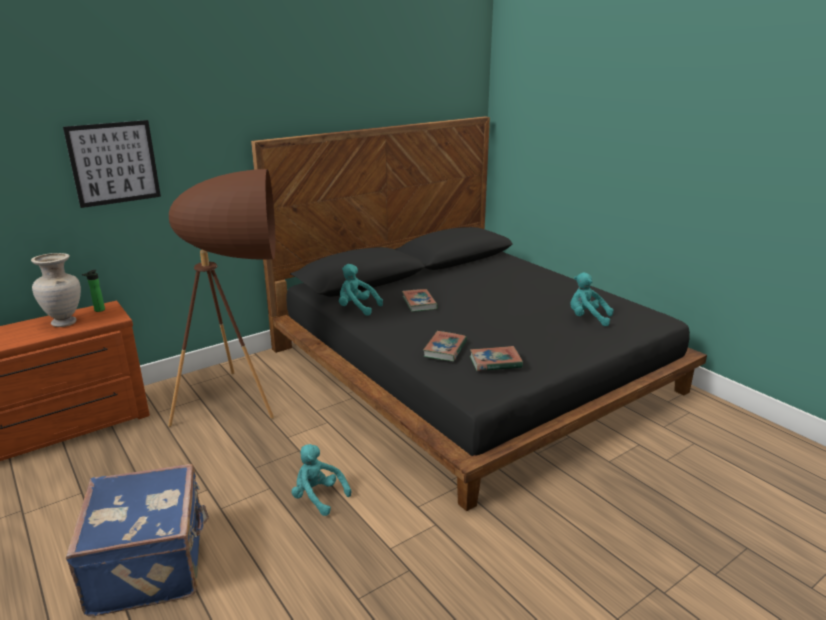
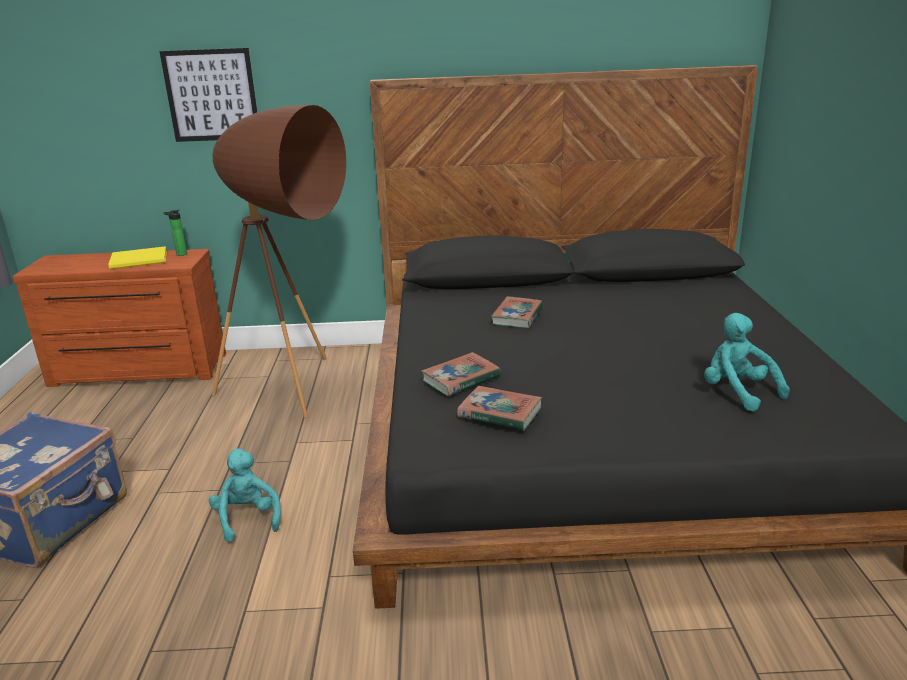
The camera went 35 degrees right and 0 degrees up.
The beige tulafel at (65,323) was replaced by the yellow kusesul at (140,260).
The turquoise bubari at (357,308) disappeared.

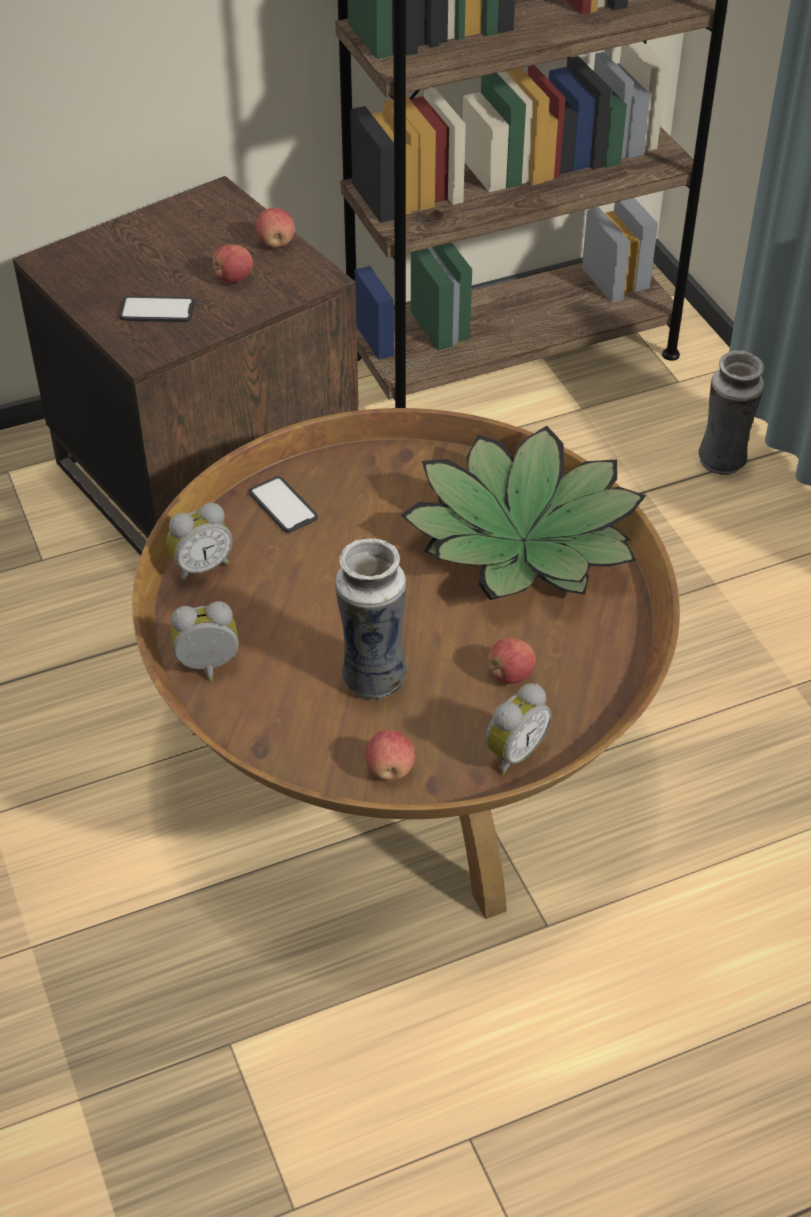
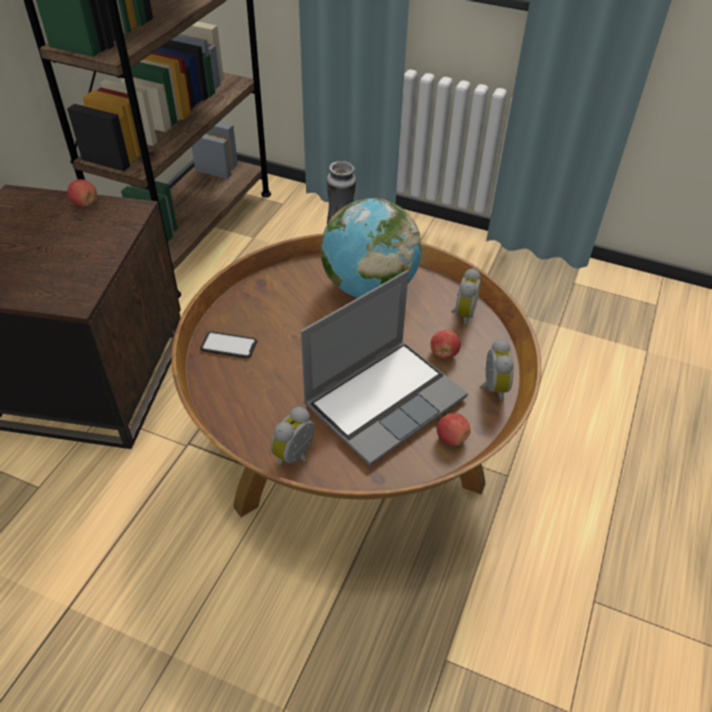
The camera went 45 degrees left and 0 degrees up.
The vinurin at (157,310) disappeared.
The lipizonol moved from (201,566) to (462,314).
The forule at (233,278) disappeared.
The tulafel at (373,677) was replaced by the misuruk at (385,399).
The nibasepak at (524,540) was replaced by the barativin at (369,288).

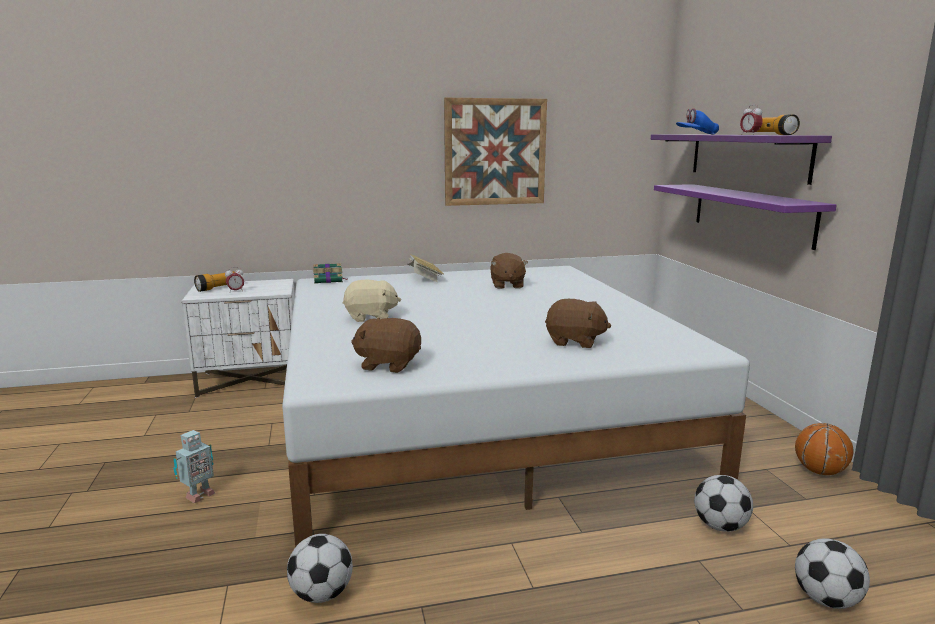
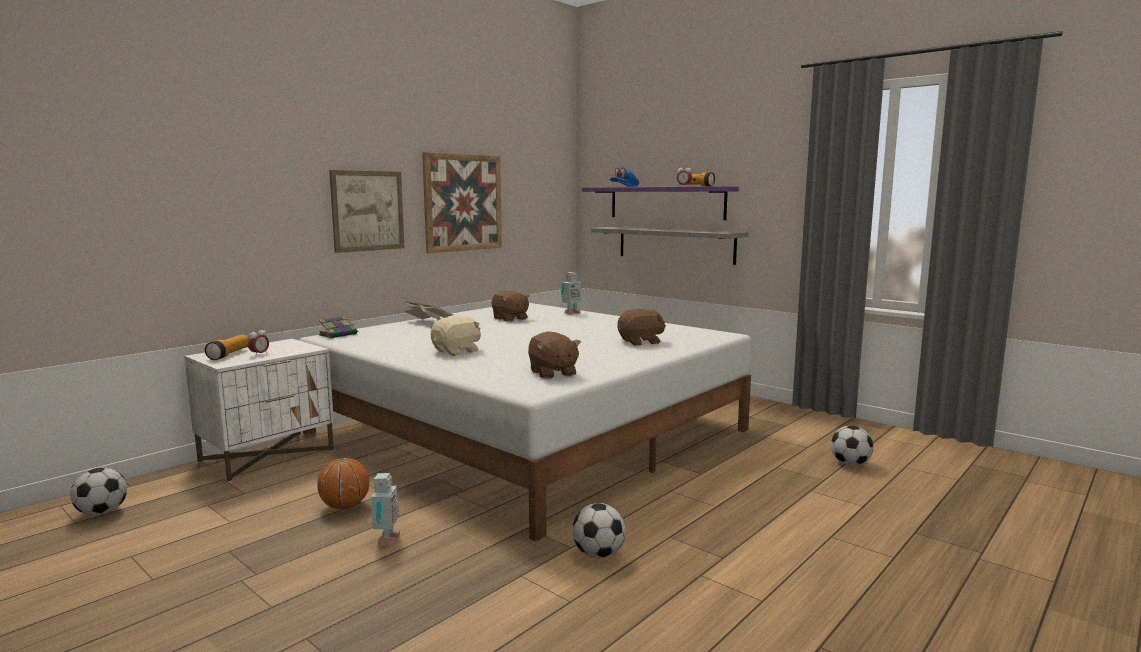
The camera went 35 degrees left and 5 degrees down.
The brown bubari at (388,364) turned 90 degrees counterclockwise.
The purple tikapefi at (751,213) became the grey tikapefi at (675,244).
The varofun moved from (720,526) to (102,513).
The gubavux moved from (819,471) to (345,507).
The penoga at (368,211) appeared.
The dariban at (571,313) appeared.

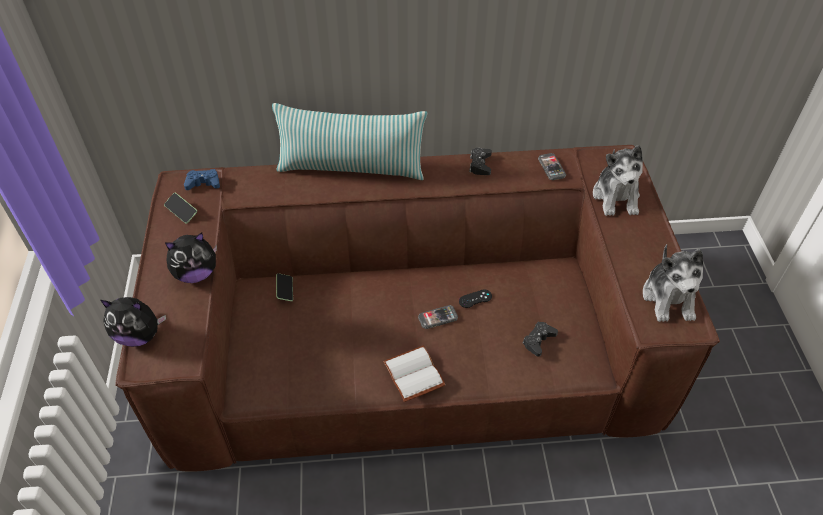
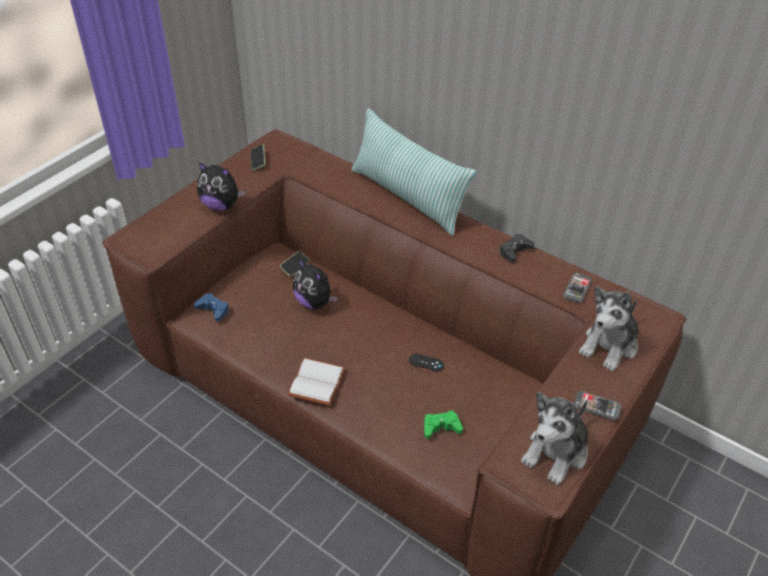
The camera went 40 degrees right and 5 degrees down.
The bubari moved from (139,335) to (314,302).
The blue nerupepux moved from (203,183) to (213,310).
The vinurin moved from (438,318) to (597,406).
The black nerupepux at (538,340) became the green nerupepux at (441,427).

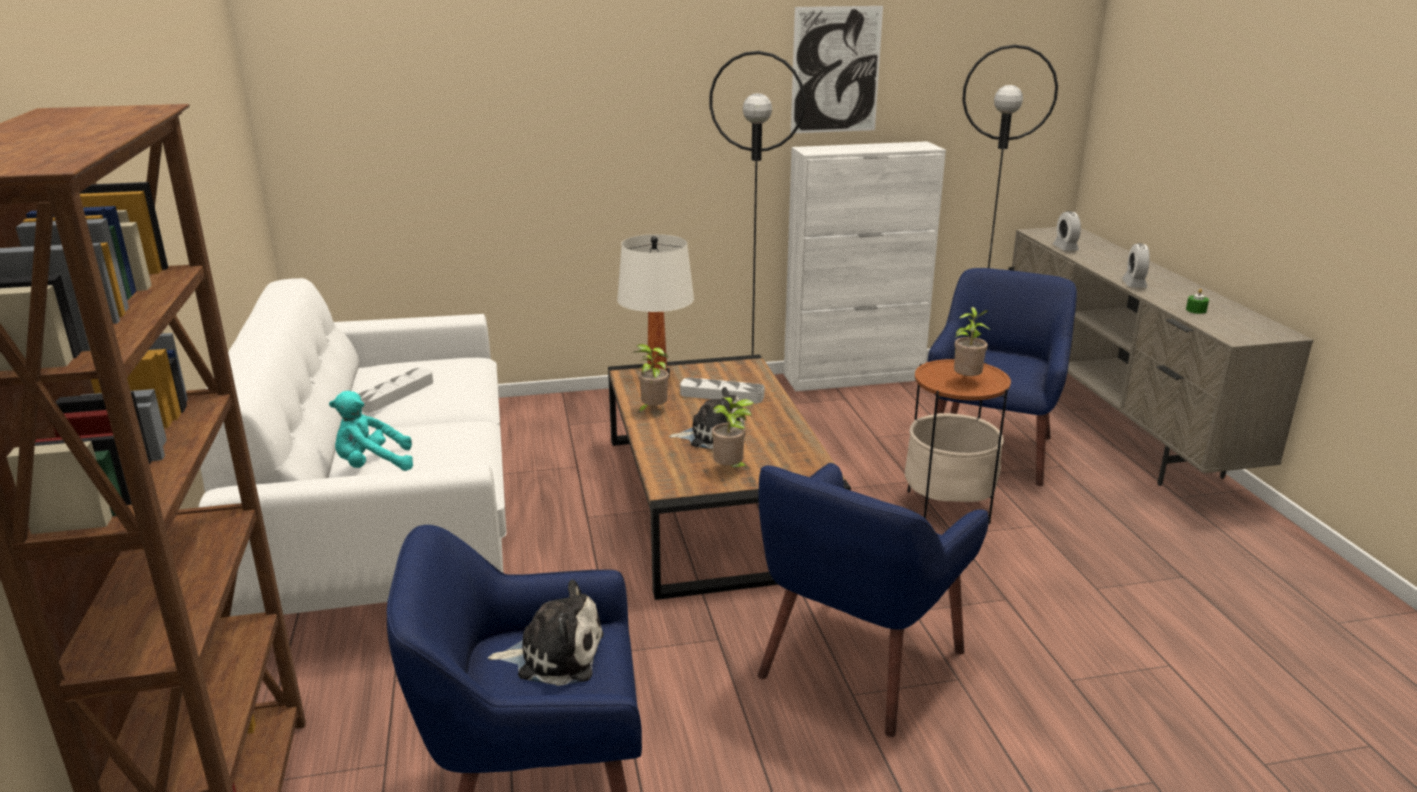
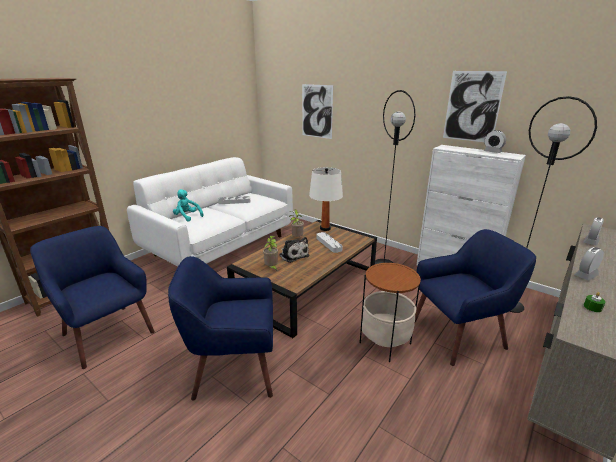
The camera went 50 degrees right and 0 degrees up.
The bubari at (555,655) disappeared.
The nibasepak at (967,380) disappeared.
The penoga at (317,111) appeared.
The lipizonol at (492,152) appeared.

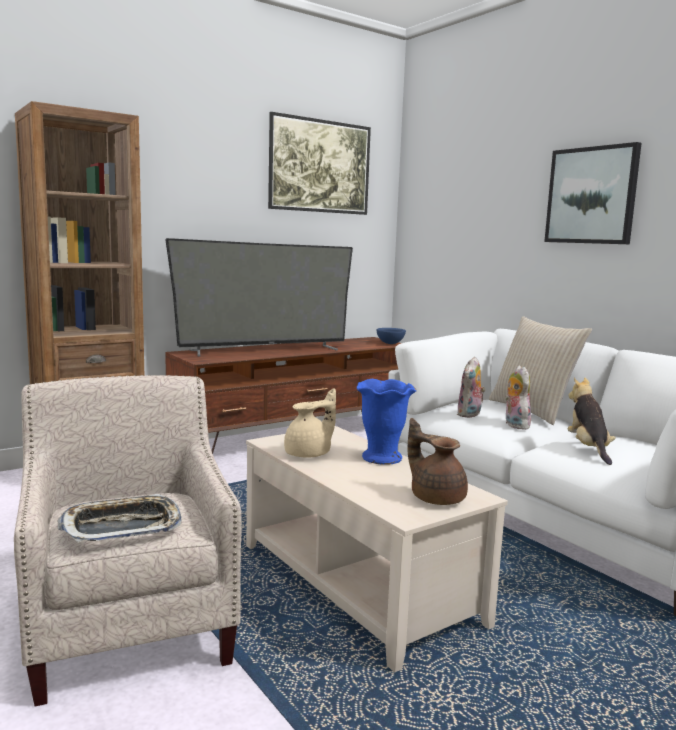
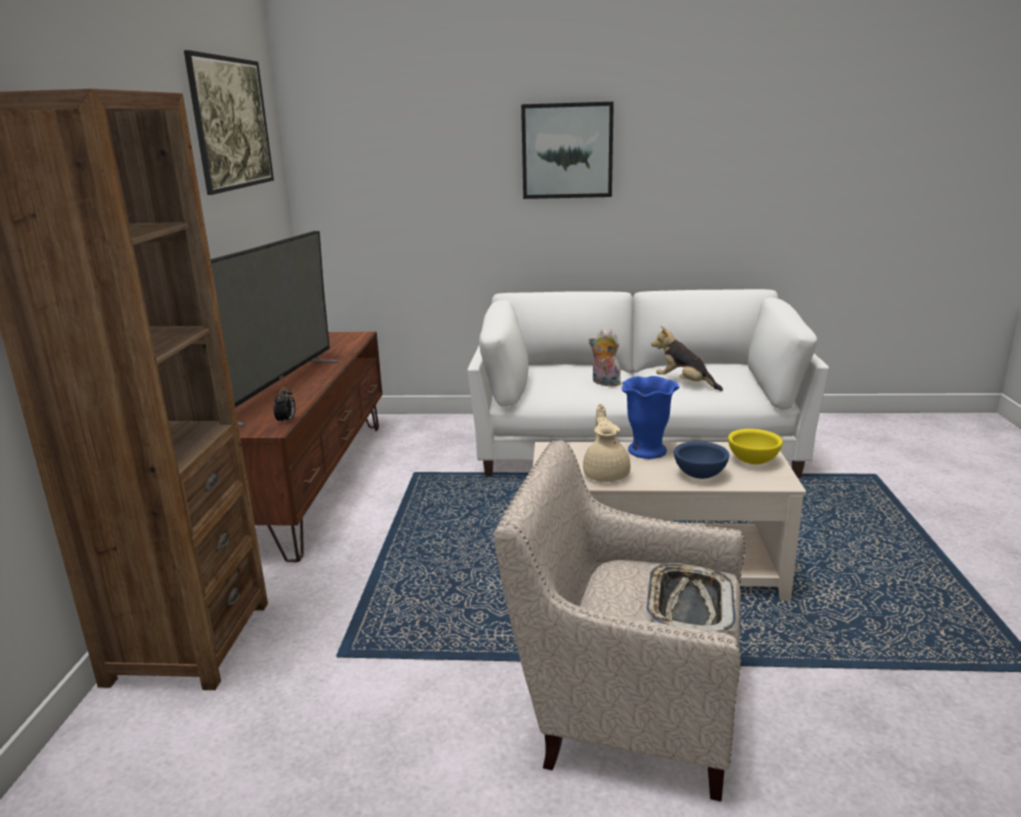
The camera went 50 degrees left and 10 degrees up.
The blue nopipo moved from (390,343) to (699,475).
The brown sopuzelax at (436,497) was replaced by the yellow nopipo at (752,461).
The bubari at (470,415) disappeared.
The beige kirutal at (532,411) disappeared.
The lipizonol at (286,421) appeared.

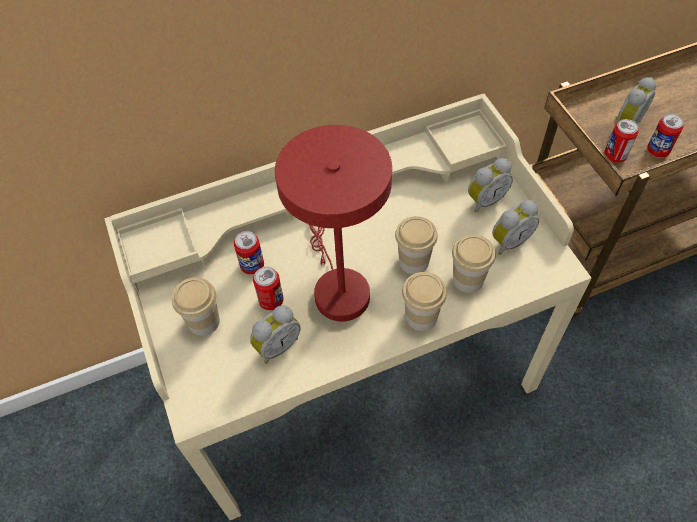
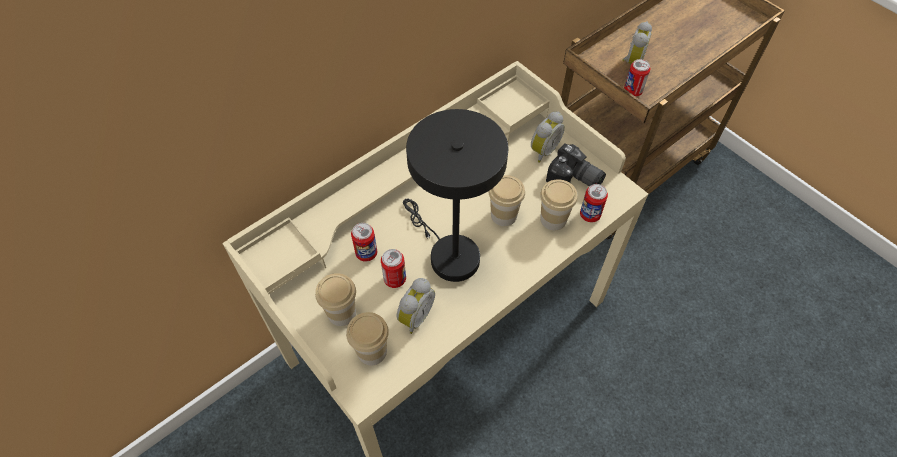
The camera went 20 degrees left and 0 degrees up.
The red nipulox at (337,288) became the black nipulox at (448,254).
The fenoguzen moved from (421,316) to (372,351).
The lipizonol at (509,241) was replaced by the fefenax at (574,180).
The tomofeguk moved from (657,151) to (590,215).

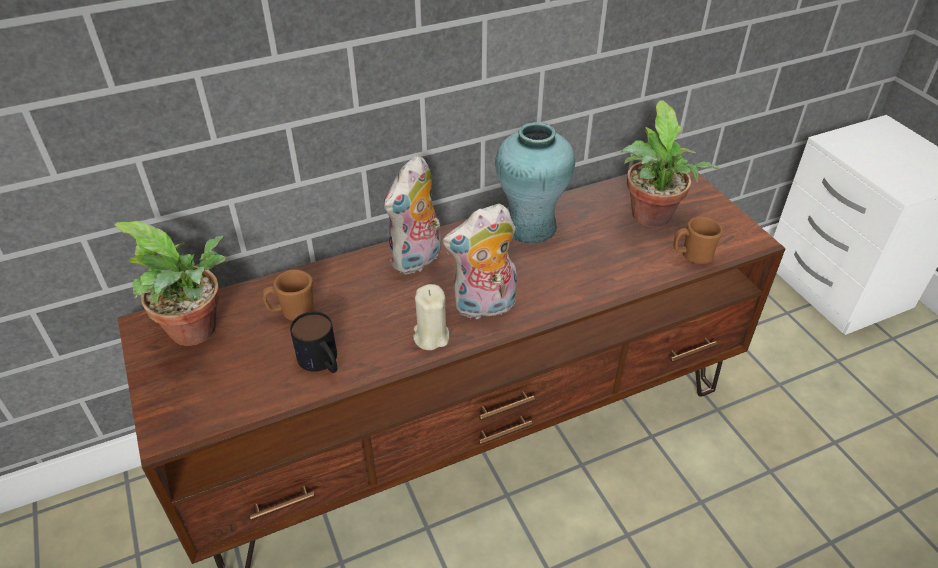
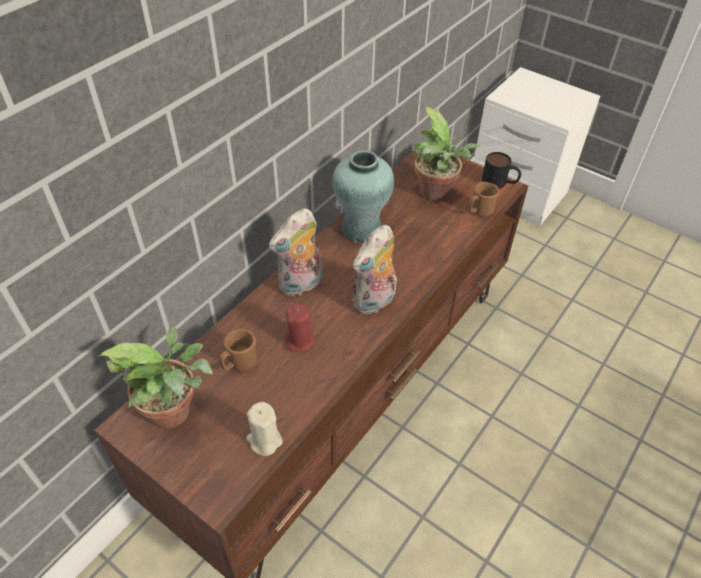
The camera went 30 degrees left and 5 degrees up.
The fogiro moved from (322,362) to (499,182).
The bubari at (417,260) turned 45 degrees clockwise.
The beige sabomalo moved from (431,336) to (264,440).
The red sabomalo at (300,340) appeared.

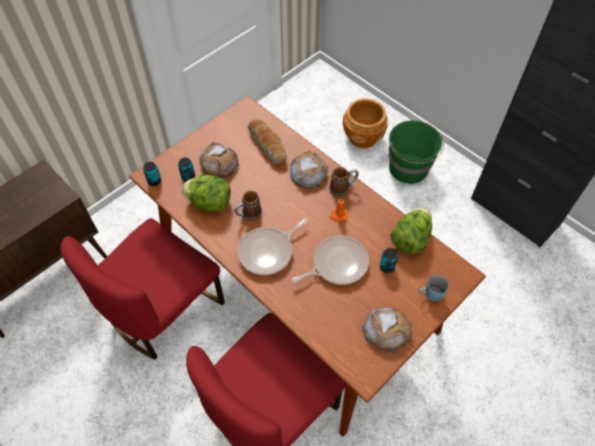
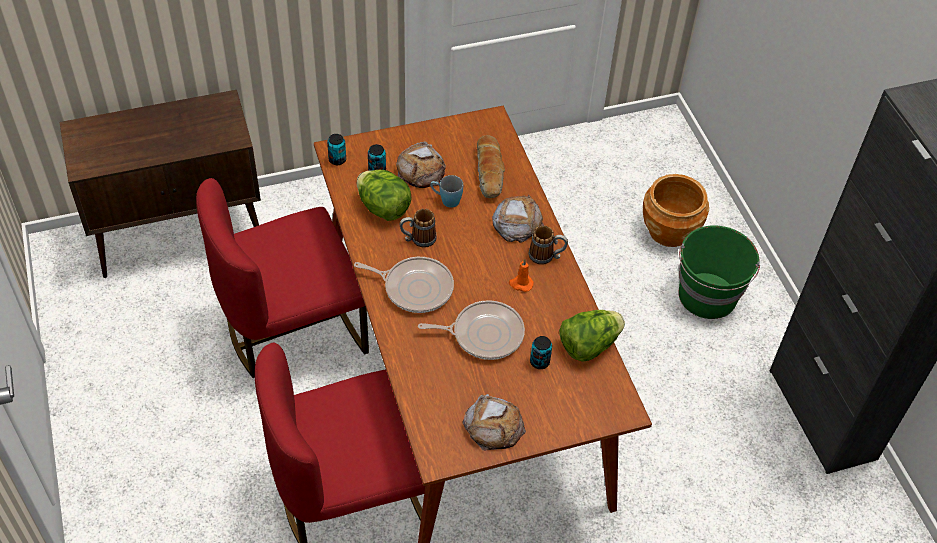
The camera went 25 degrees right and 5 degrees down.
The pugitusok at (268,252) turned 150 degrees counterclockwise.
The blue fogiro moved from (430,295) to (446,200).

